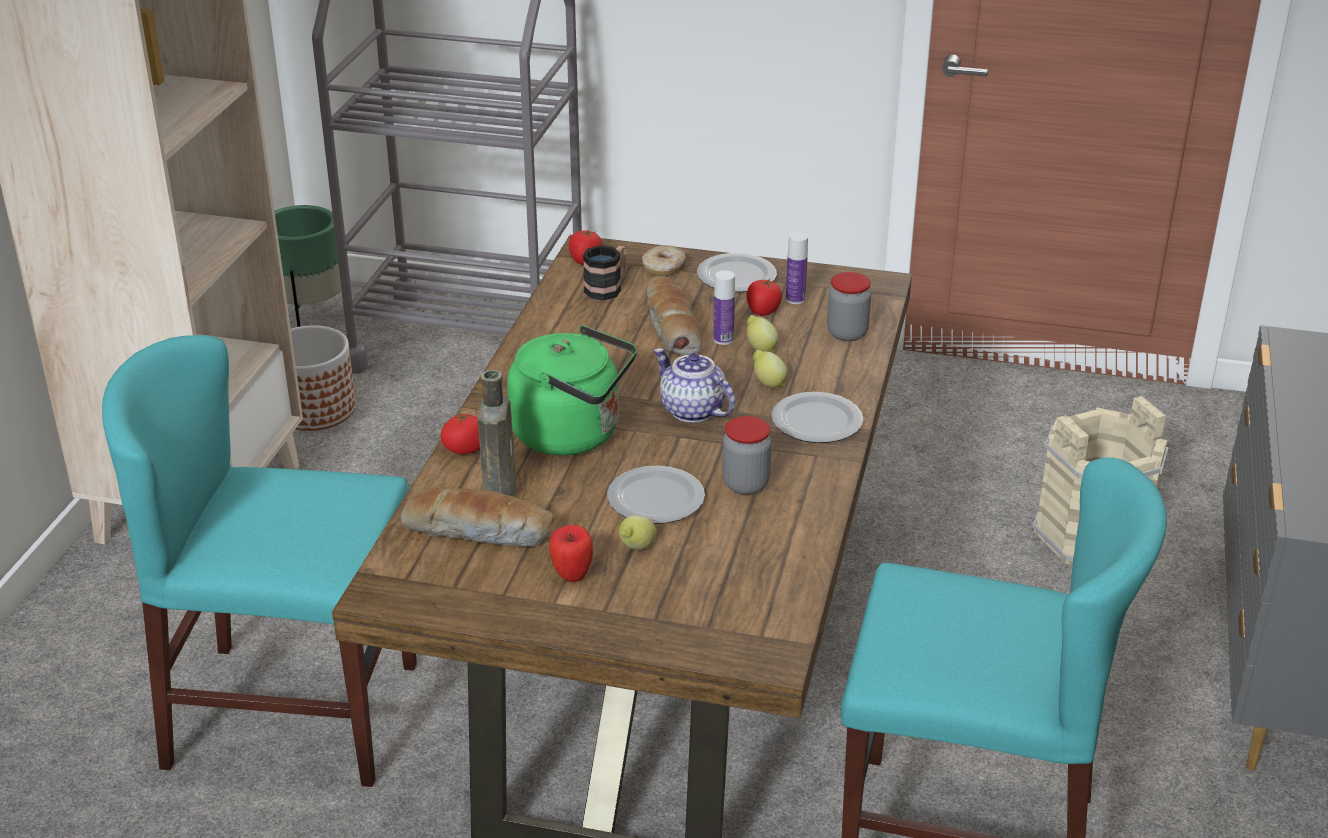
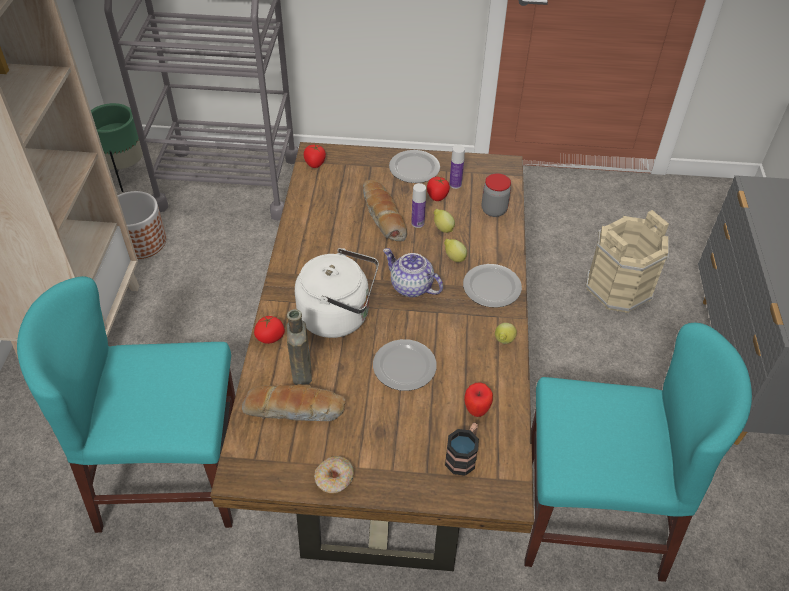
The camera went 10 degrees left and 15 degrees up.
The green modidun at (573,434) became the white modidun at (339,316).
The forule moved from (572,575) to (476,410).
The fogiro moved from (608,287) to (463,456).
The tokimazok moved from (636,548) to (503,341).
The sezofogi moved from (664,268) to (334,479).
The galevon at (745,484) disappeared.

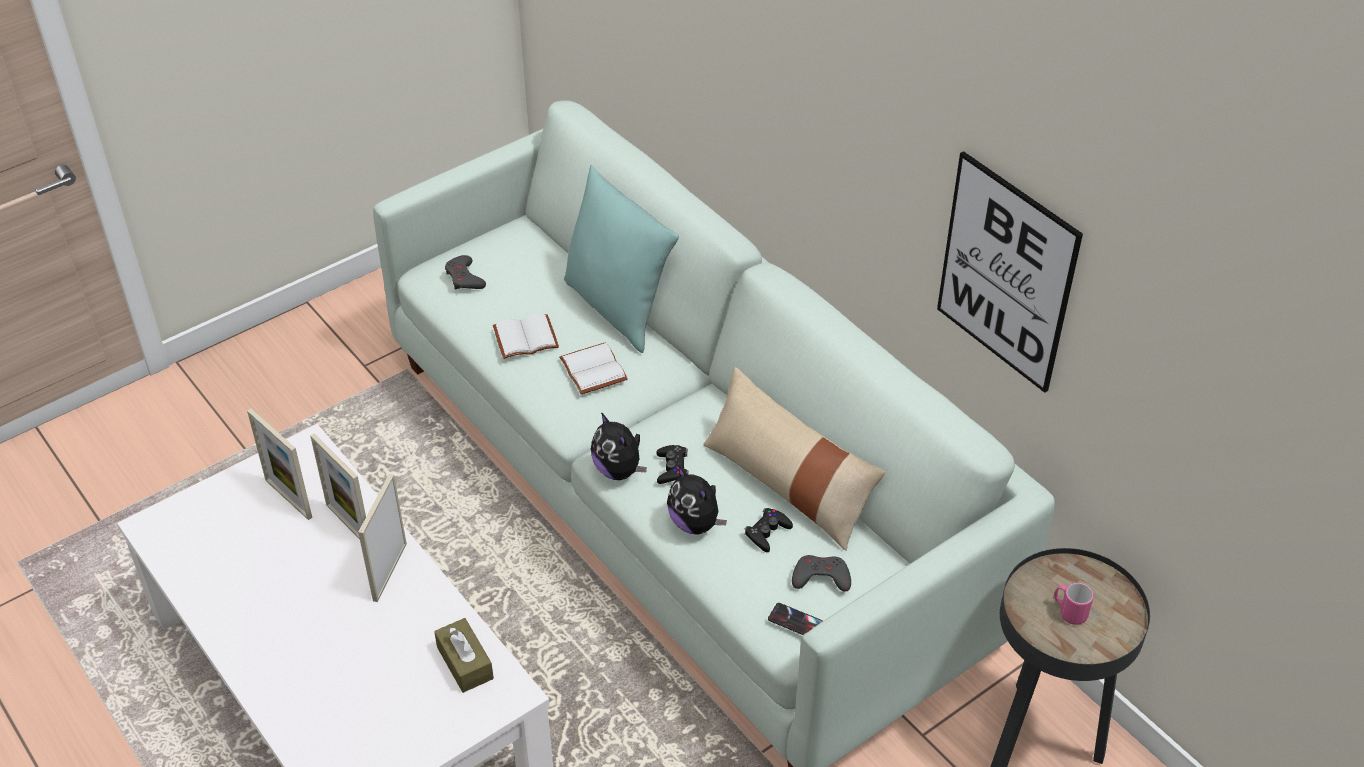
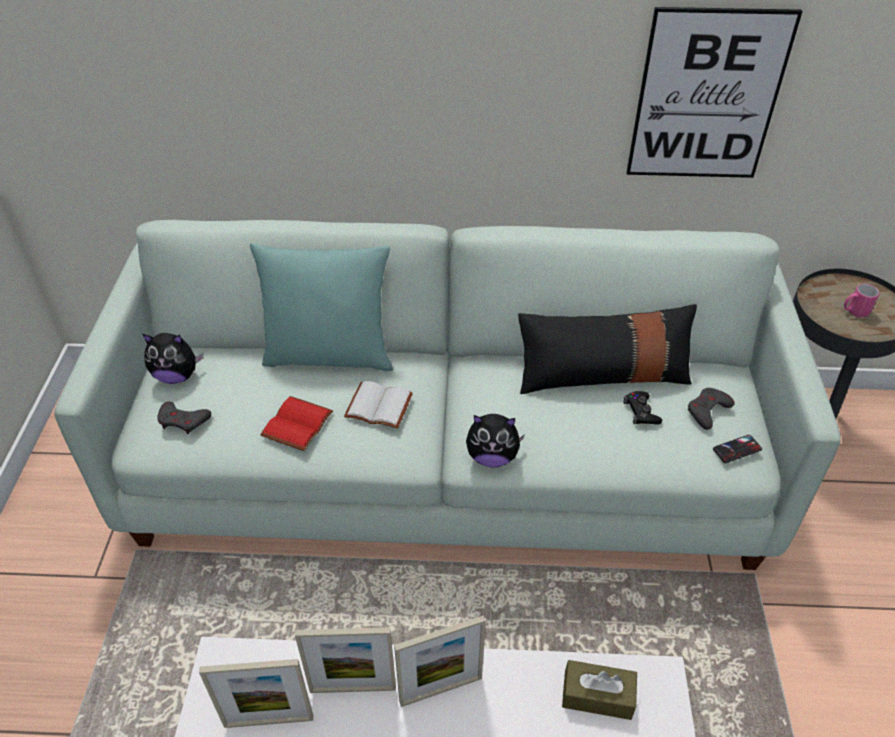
The camera went 50 degrees left and 0 degrees up.
The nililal at (390,572) turned 75 degrees counterclockwise.
The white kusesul at (526,336) became the red kusesul at (296,423).
The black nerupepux at (672,468) disappeared.
The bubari moved from (695,523) to (177,376).
The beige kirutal at (788,485) became the black kirutal at (602,375).

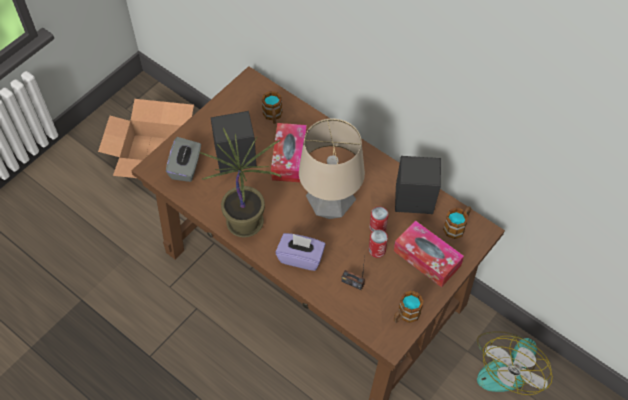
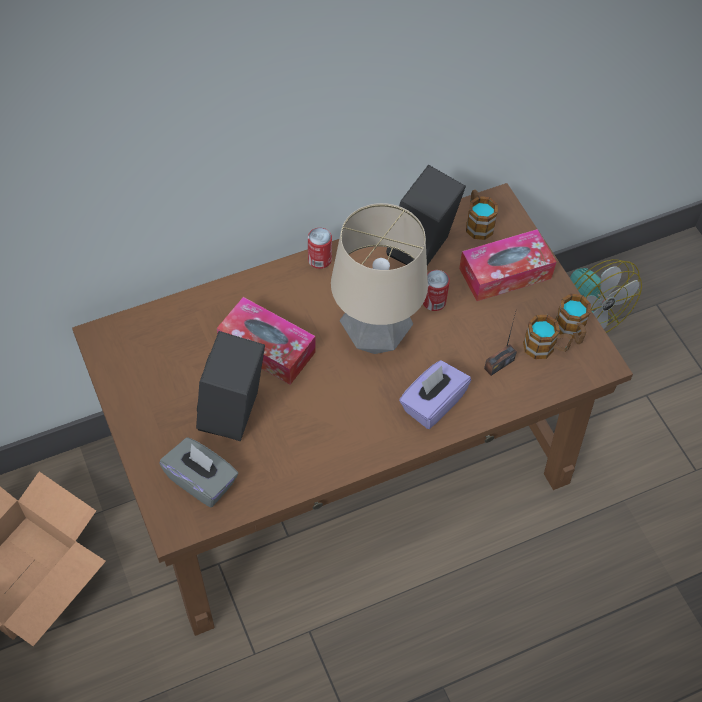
The camera went 65 degrees left and 0 degrees up.
The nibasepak at (247,222) disappeared.
The fogiro moved from (273,116) to (545,348).
The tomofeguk moved from (377,250) to (319,259).

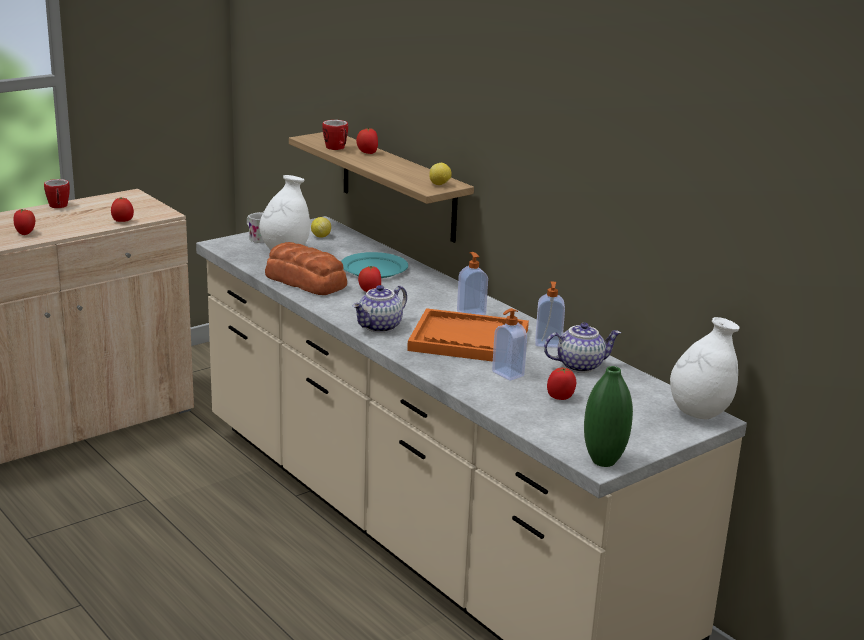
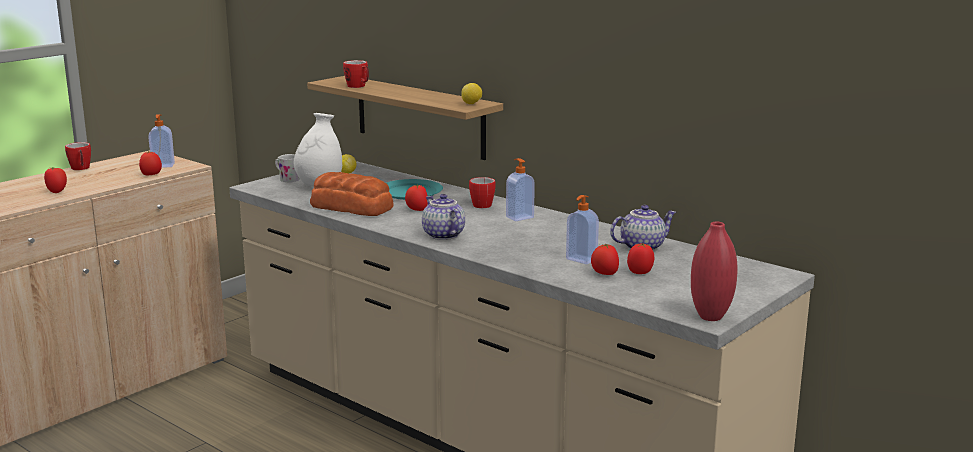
The camera went 10 degrees left and 5 degrees down.
The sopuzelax at (380,327) turned 120 degrees clockwise.
The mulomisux moved from (367,153) to (604,274).
The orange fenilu at (468,340) disappeared.
The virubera moved from (548,344) to (163,166).
The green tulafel at (603,461) became the red tulafel at (710,317).
The white tulafel at (699,413) disappeared.
The fogiro at (480,204) appeared.

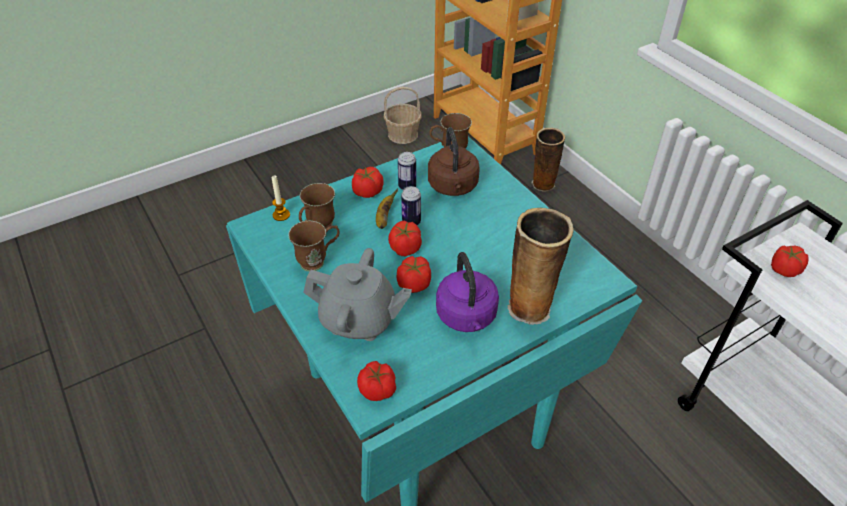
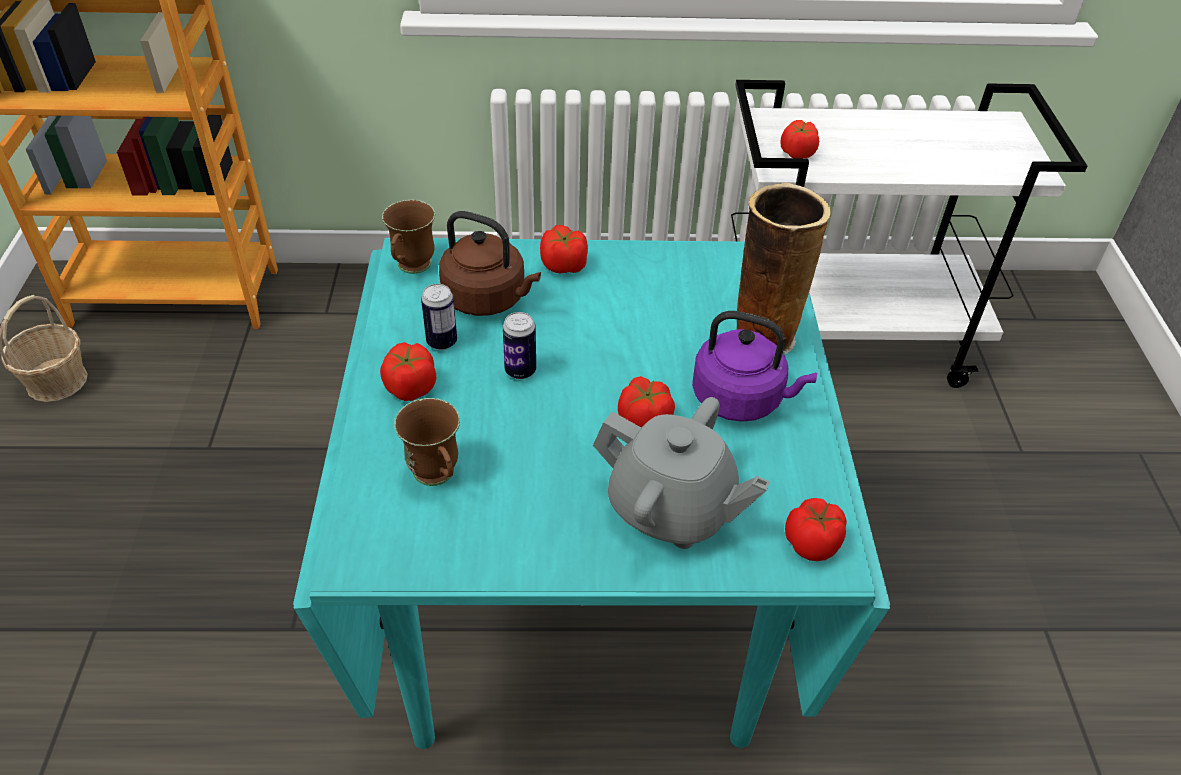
The camera went 60 degrees left and 0 degrees up.
The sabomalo at (281,215) disappeared.
The brown fogiro at (318,261) disappeared.
The grey sopuzelax at (359,320) turned 75 degrees clockwise.
The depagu at (384,218) disappeared.
The mulomisux moved from (405,248) to (564,265).
The tulafel at (542,184) disappeared.

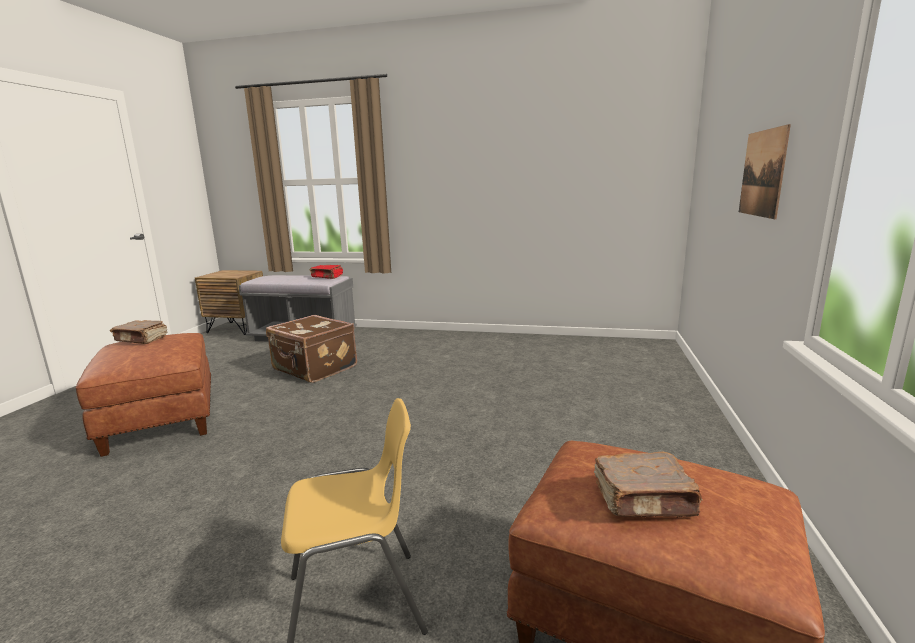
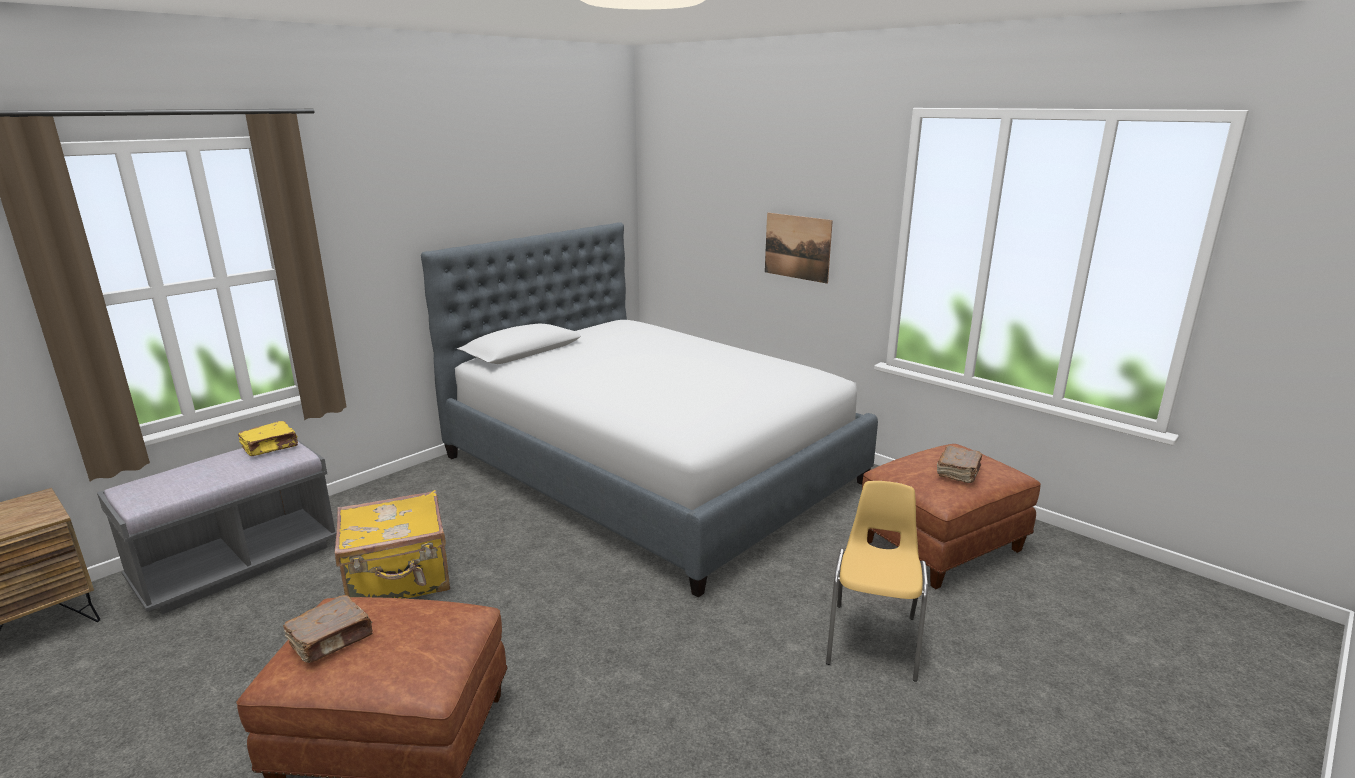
The camera went 60 degrees left and 5 degrees up.
The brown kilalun at (314,369) became the yellow kilalun at (399,579).
The red kusesul at (327,277) became the yellow kusesul at (271,447).
The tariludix at (650,469) appeared.

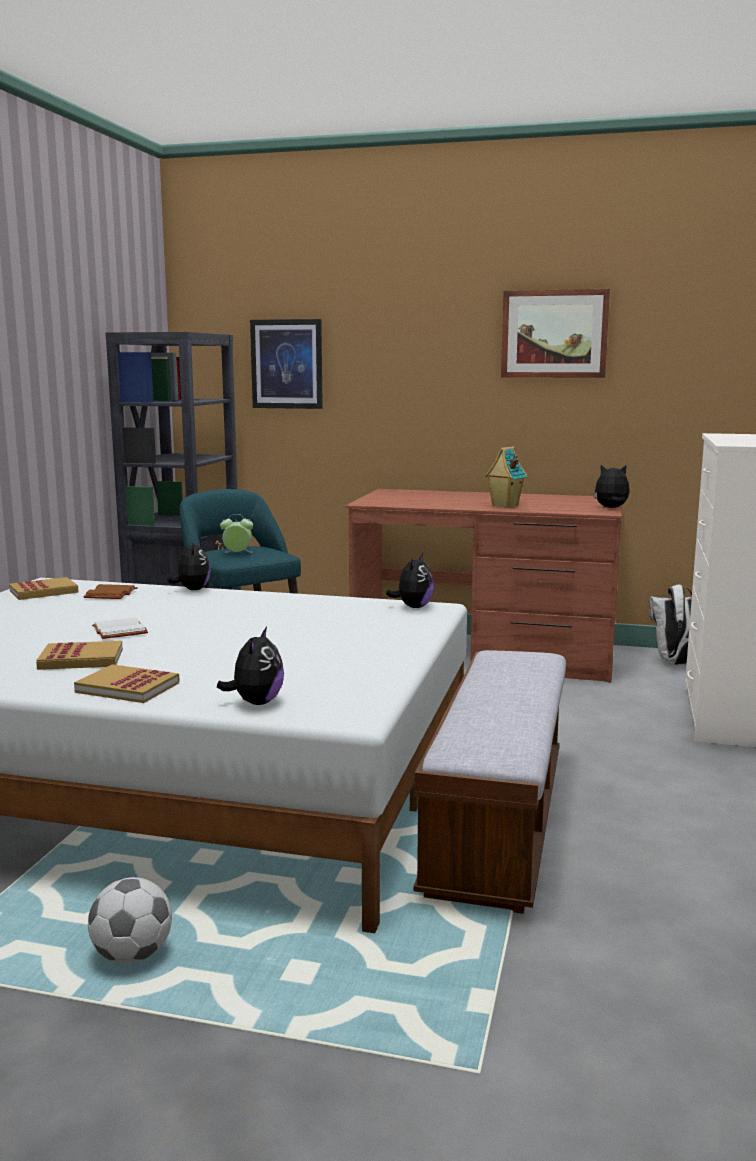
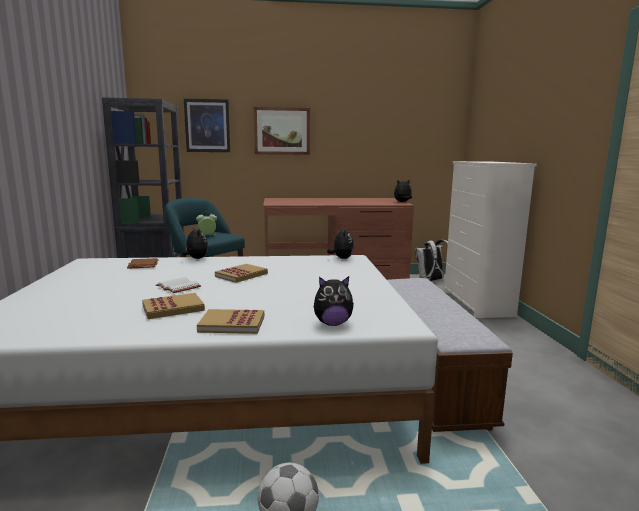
The camera went 20 degrees left and 0 degrees up.
The kusesul moved from (44,591) to (241,275).
The bubari at (256,702) turned 90 degrees clockwise.
The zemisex at (504,505) disappeared.
The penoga moved from (554,334) to (282,131).

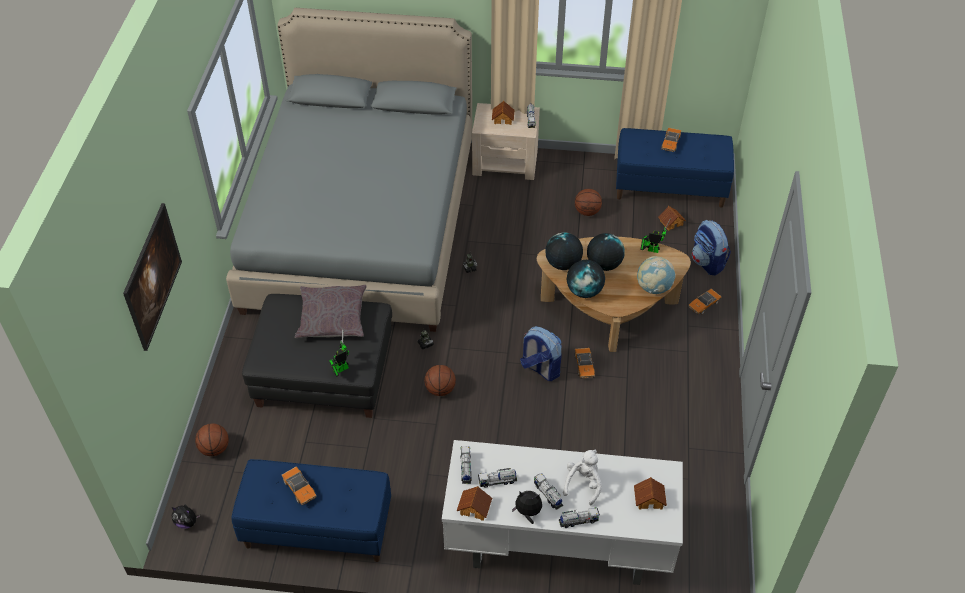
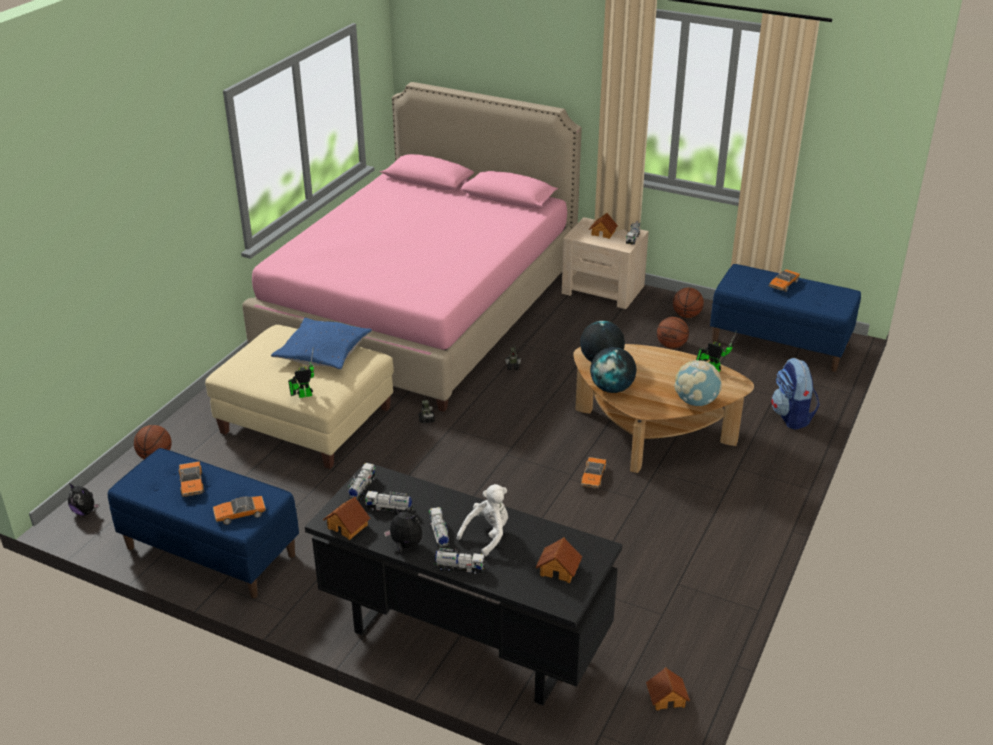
The camera went 20 degrees right and 15 degrees down.
The penoga at (157,290) disappeared.
The grey tariludix at (362,224) became the pink tariludix at (422,310).
The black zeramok at (324,372) became the beige zeramok at (306,420).
The grey kirutal at (332,317) became the blue kirutal at (323,352).
The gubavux moved from (440,389) to (686,315).
The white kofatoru at (557,548) became the black kofatoru at (463,641).
The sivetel at (540,368) disappeared.
The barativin at (604,264) disappeared.
The zemisex moved from (671,222) to (667,697).
The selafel moved from (703,304) to (240,514).

